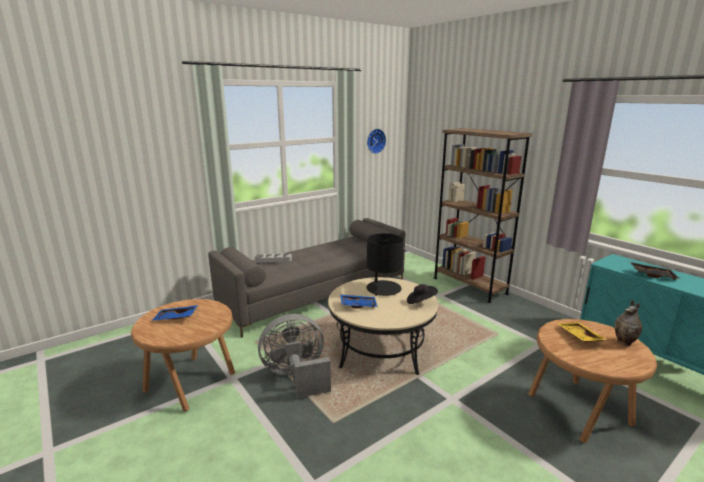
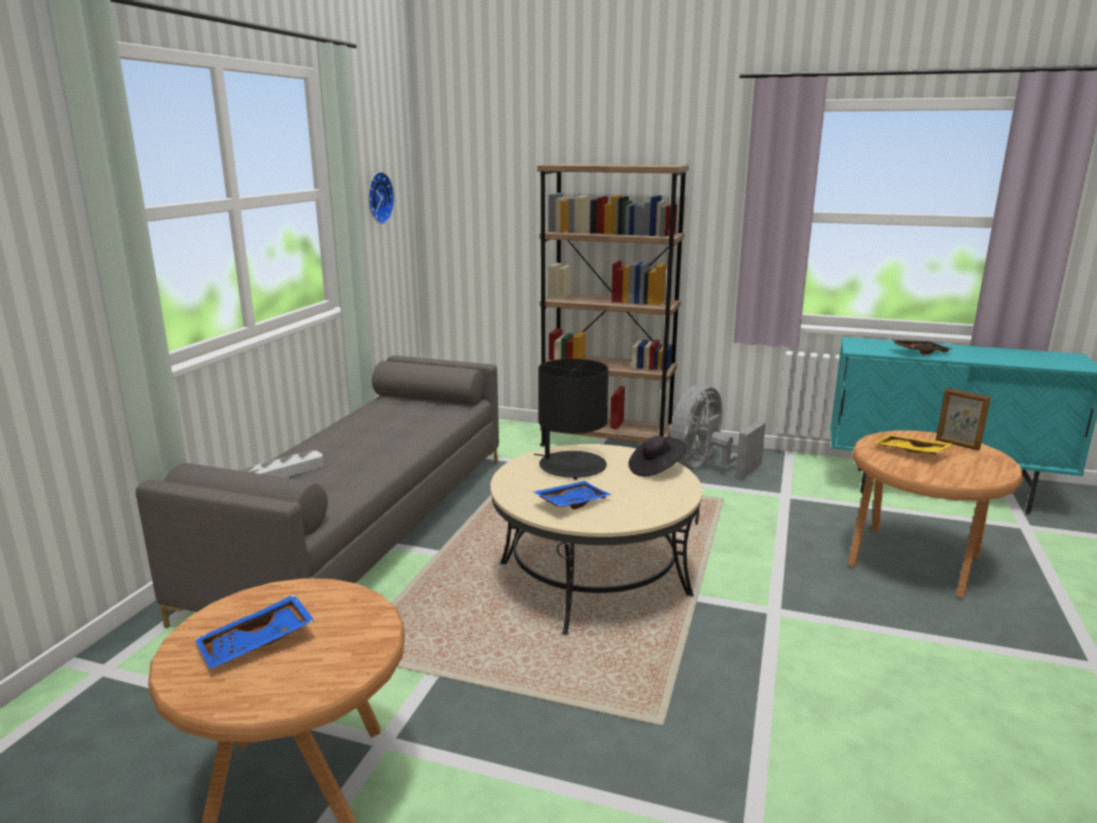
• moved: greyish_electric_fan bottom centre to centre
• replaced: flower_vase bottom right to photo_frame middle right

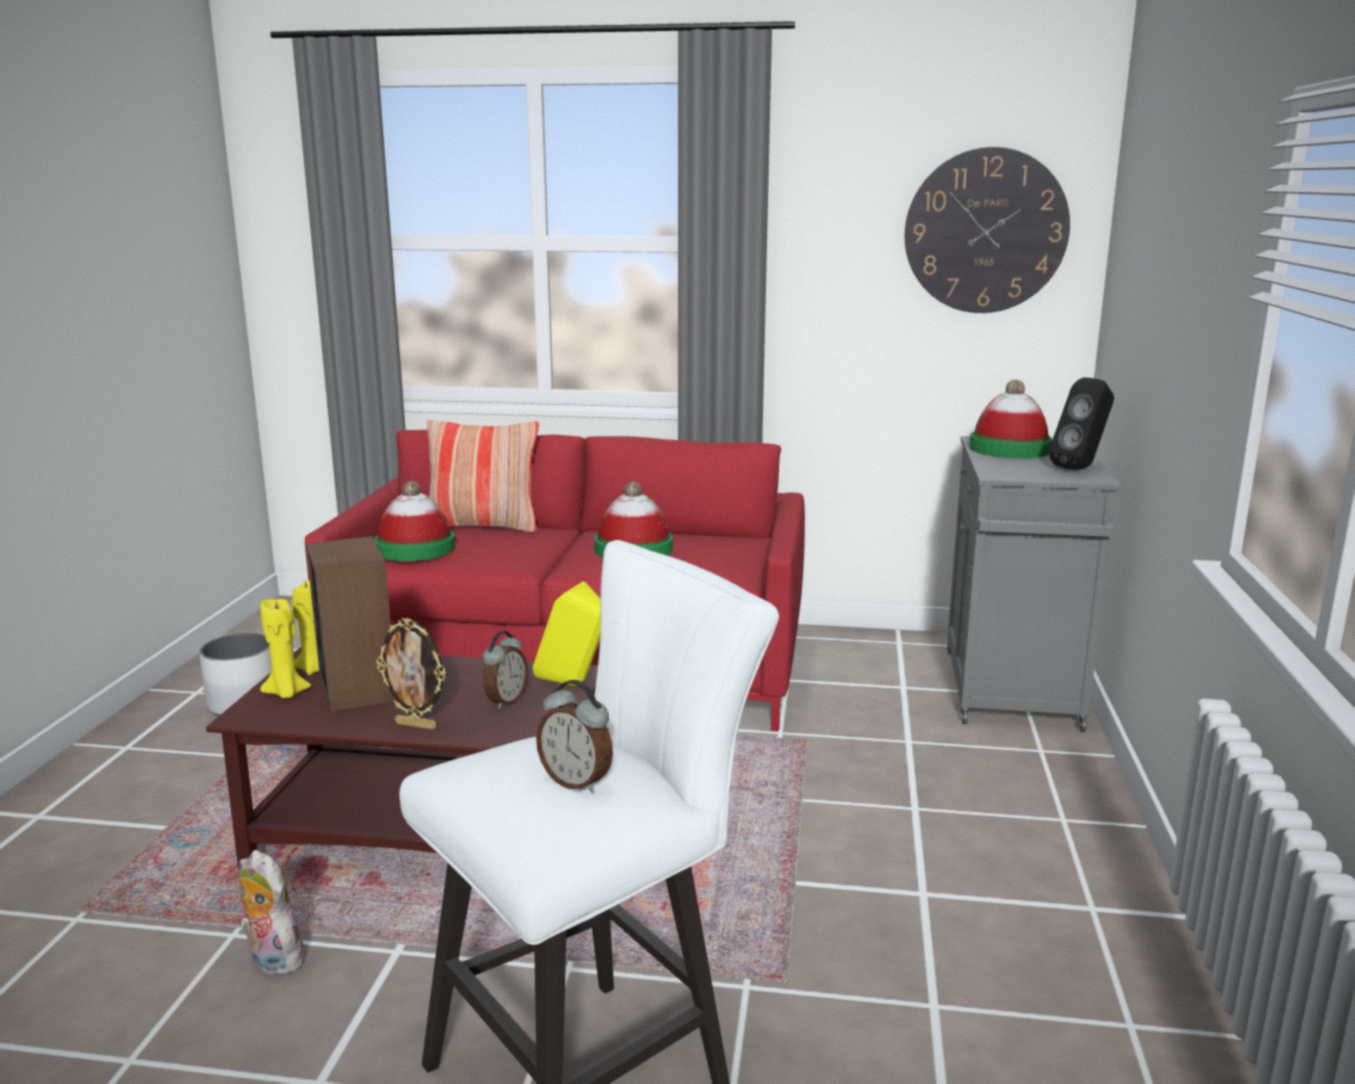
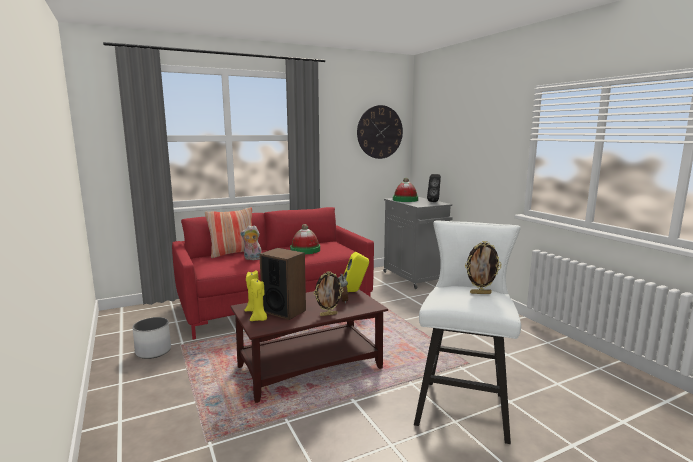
• moved: cuddly_toy bottom left to centre
• removed: clothing_hat (1st from left) middle left
• replaced: table_clock (2nd from left) bottom centre to photo_frame (2nd from left) middle right

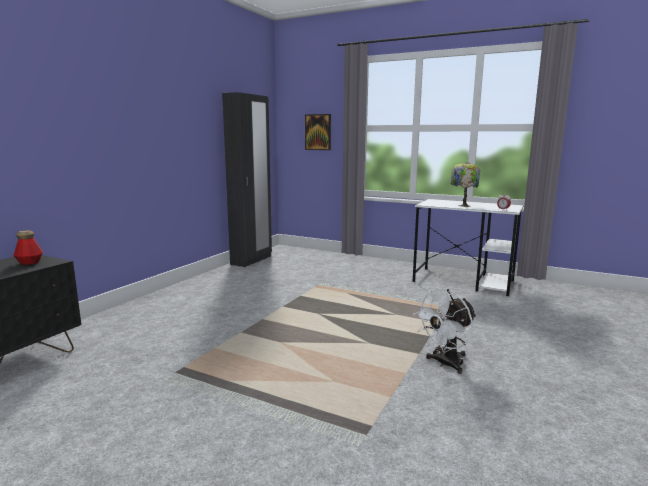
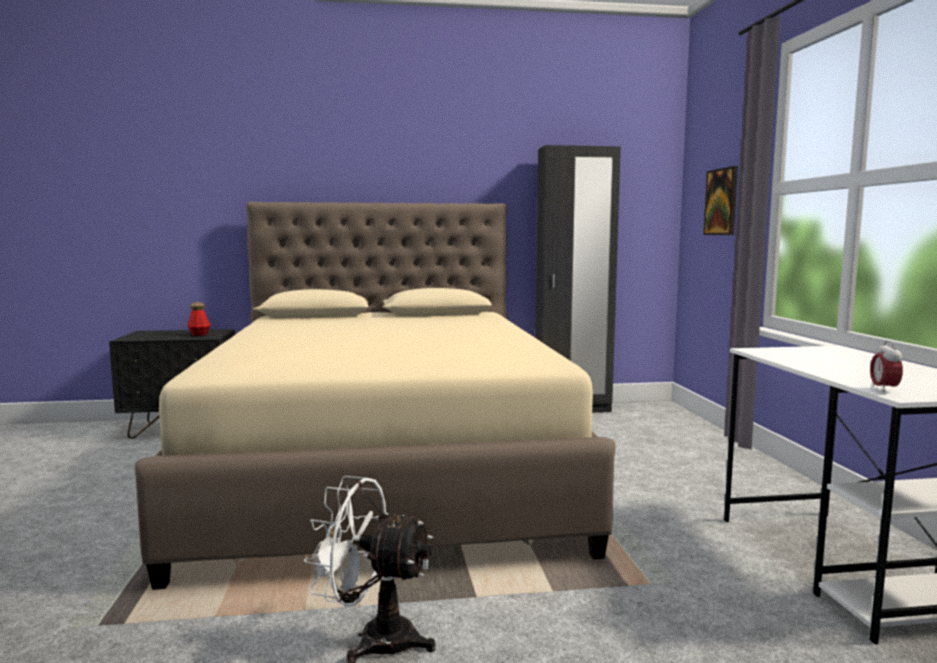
• removed: tabletop_lamp middle right
• added: beige-coloured_bedroom_bed centre

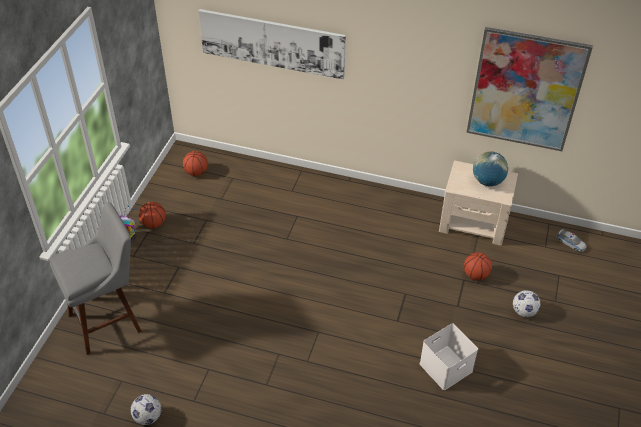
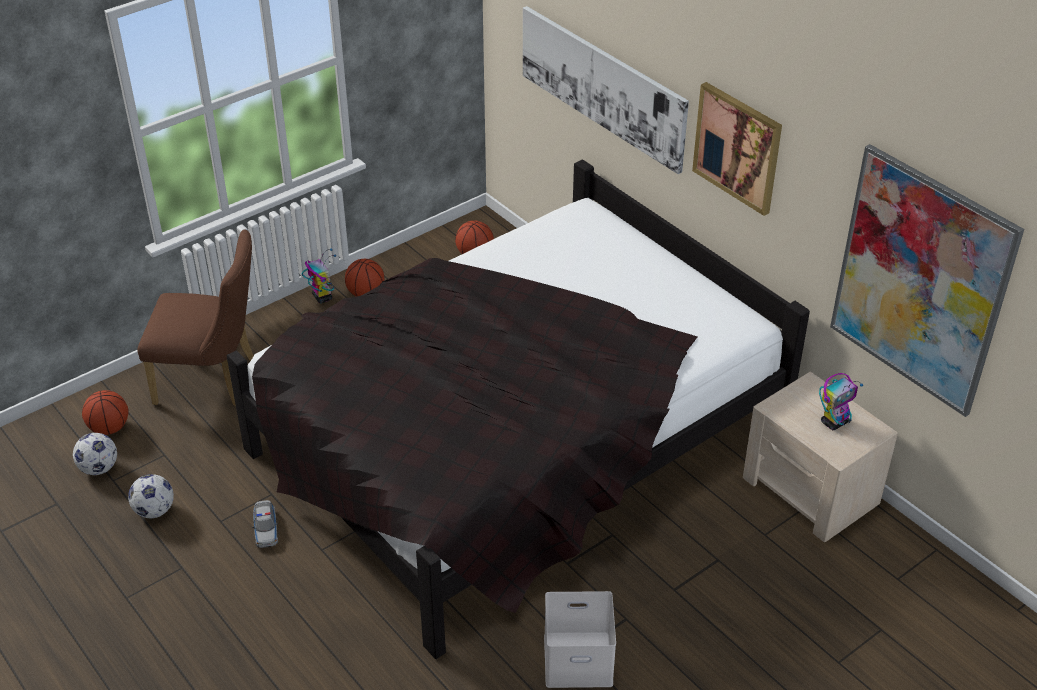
• replaced: greyish_stool_seat middle left to brown-coloured_upright_chair middle left
• moved: basketball_ball (3rd from left in the first image) middle right to basketball_ball (1st from left) middle left
• replaced: desk_globe middle right to robot_figure (2nd from left) middle right
• moved: football_ball (2nd from left in the first image) bottom right to football_ball (1st from left) middle left
• moved: model_car middle right to bottom left
• added: black_bedroom_bed centre
• added: wall_picture (2nd from left) top right

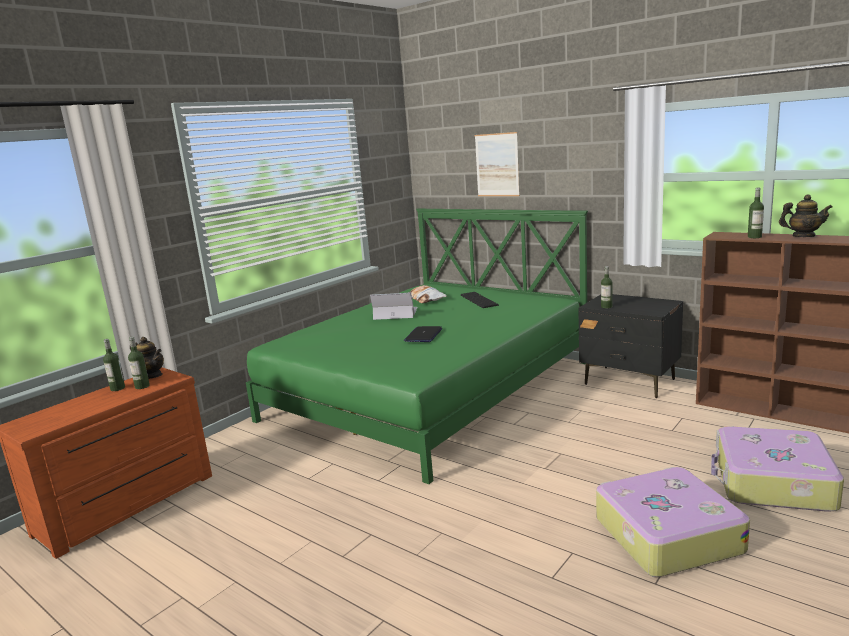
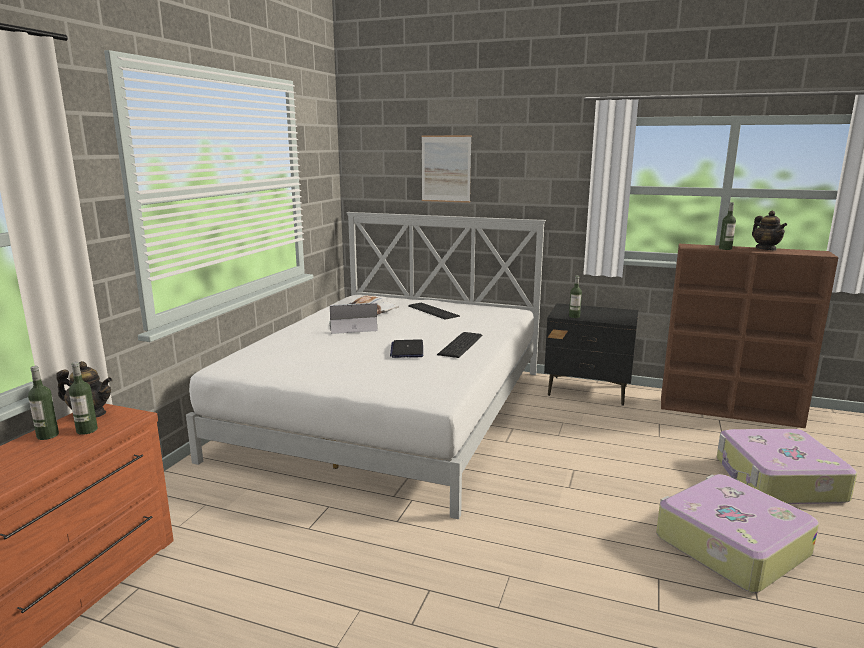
• recoloured: green_bedroom_bed centre to whitish_bedroom_bed centre
• turned: teapot (2nd from left) middle right = middle right 75 degrees clockwise
• added: computer_keyboard (2nd from left) centre

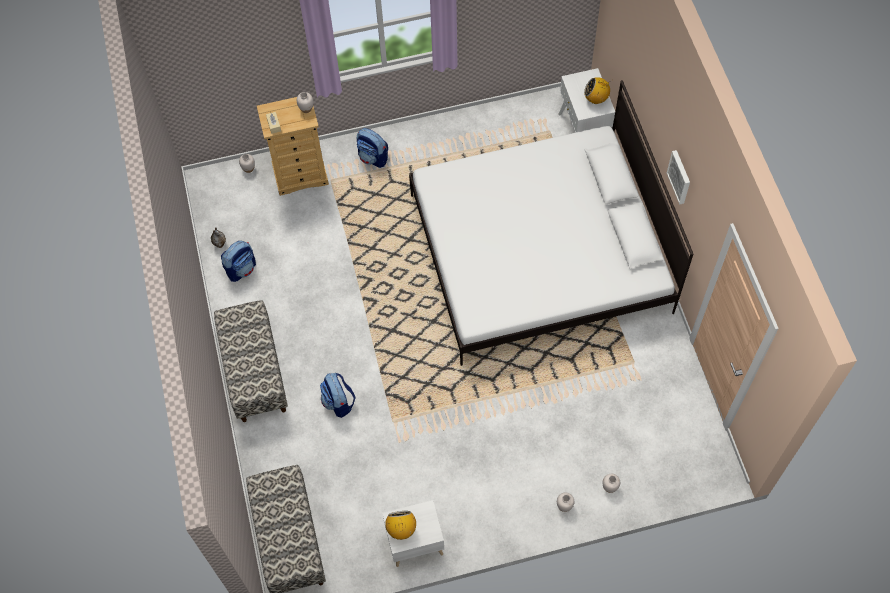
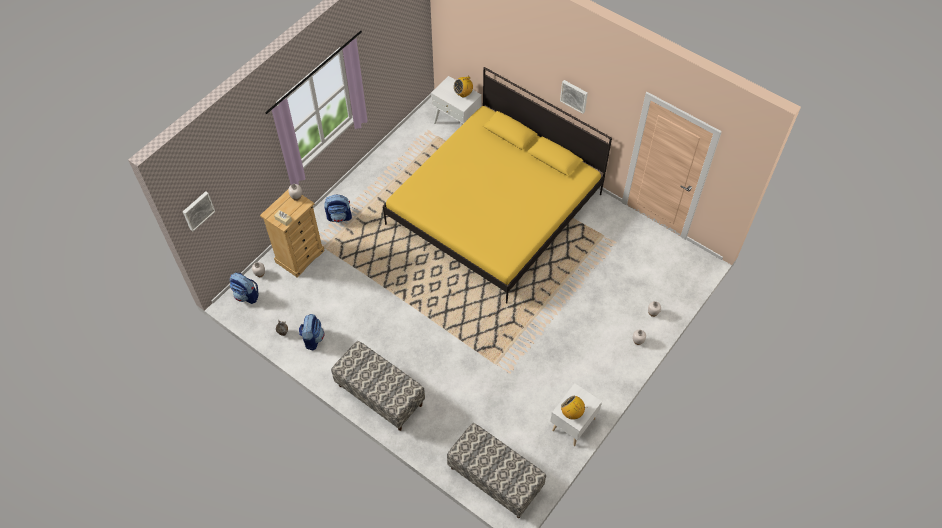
• moved: knapsack (2nd from left in the first image) centre to knapsack (1st from left) middle left
• recoloured: whitish_bedroom_bed centre to yellowish_bedroom_bed centre
• added: wall_picture (1st from left) middle left

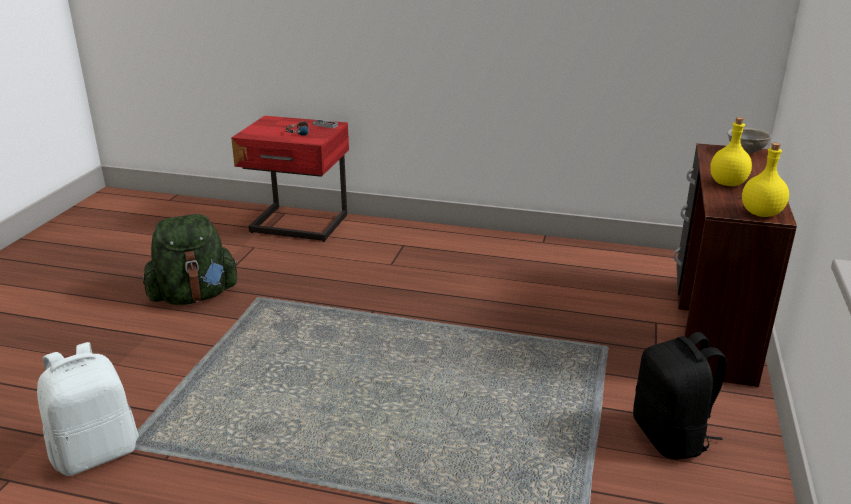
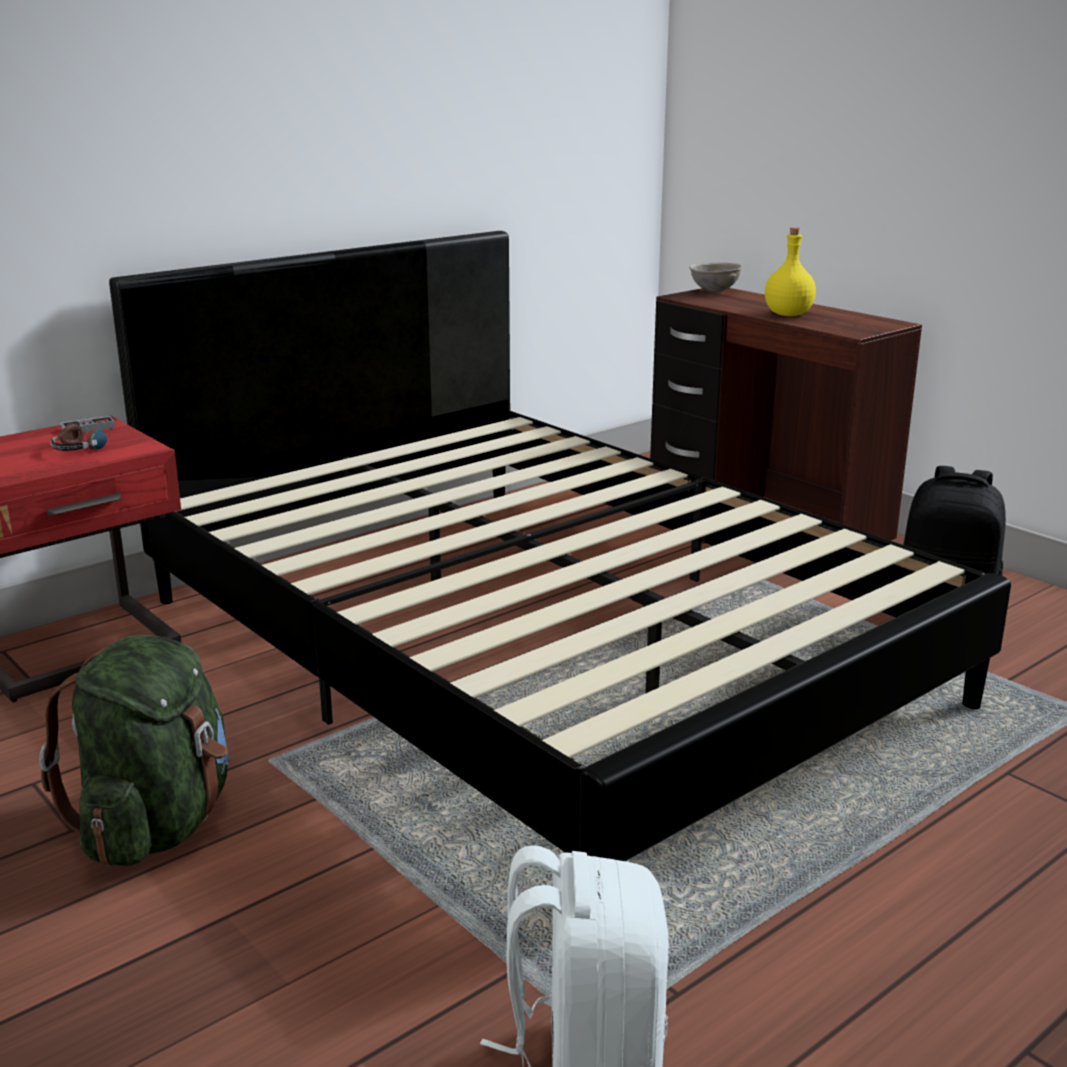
• removed: yellowish_beverage_bottle (2nd from left) middle right
• added: black_bedroom_bed centre

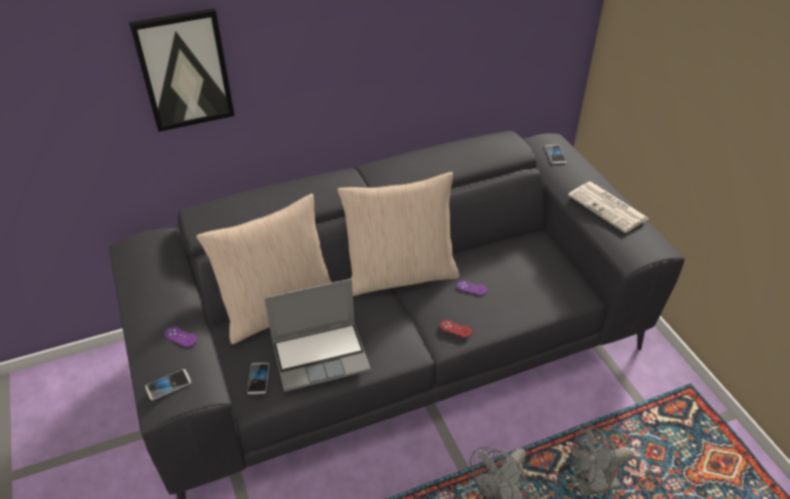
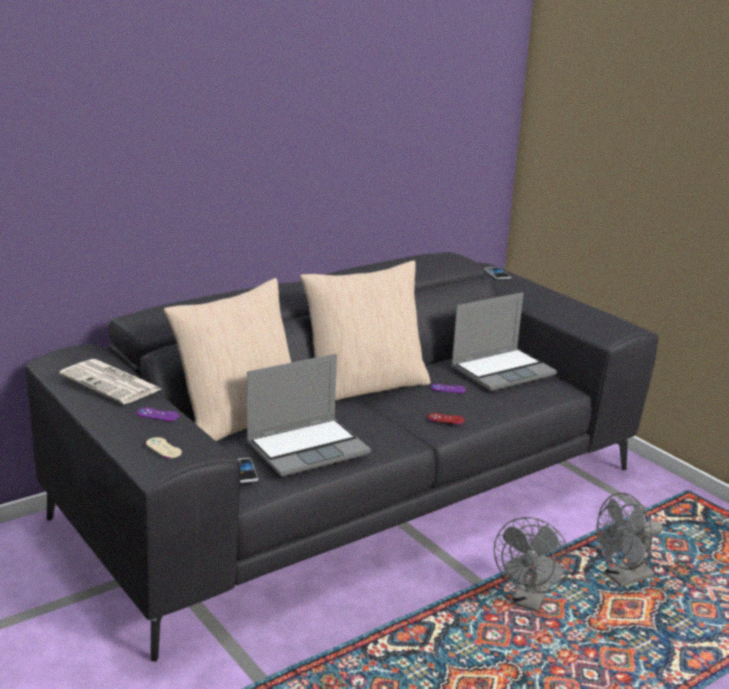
• removed: wall_picture top left
• replaced: phone (1st from left) bottom left to beige-coloured_gamepad middle left
• moved: printed_paper middle right to middle left
• added: portable_computer (2nd from left) middle right

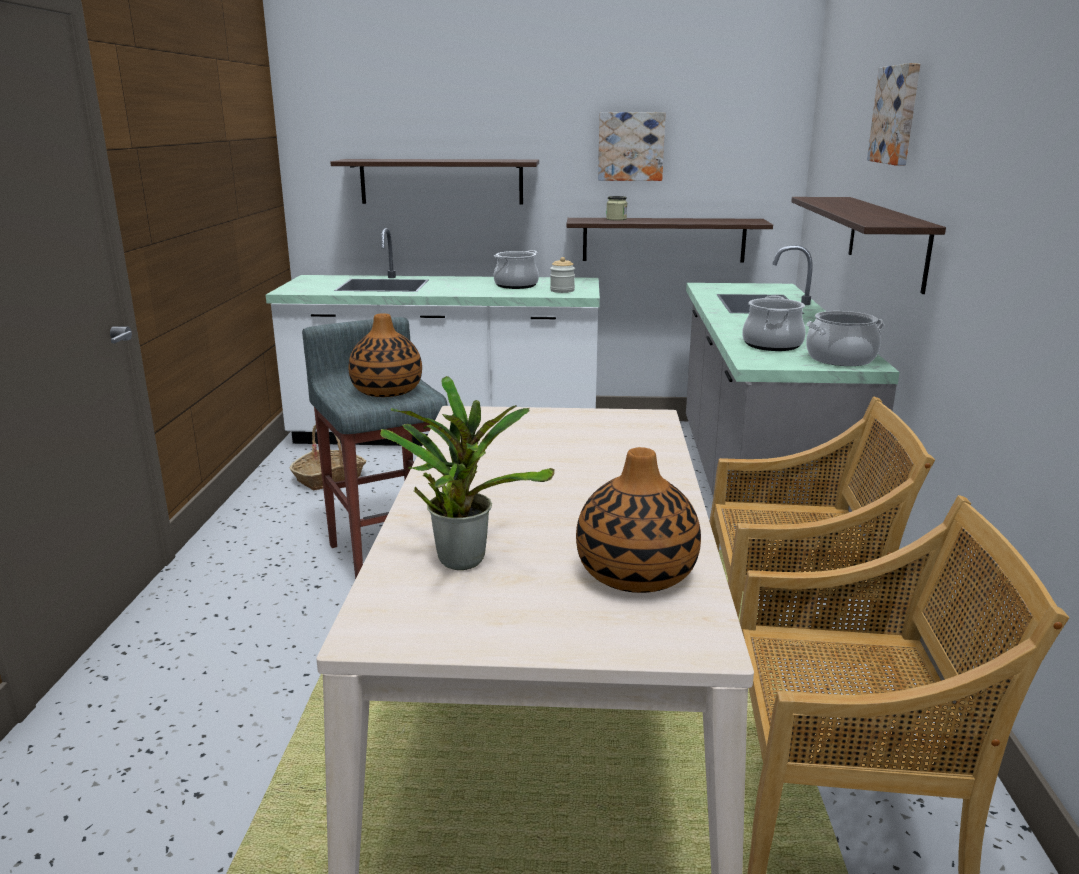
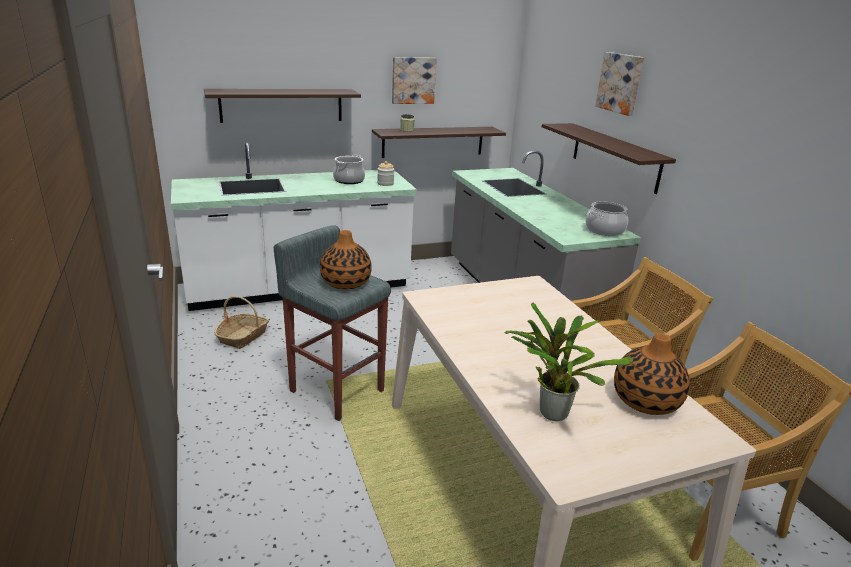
• removed: cooking_pot (2nd from left) middle right

